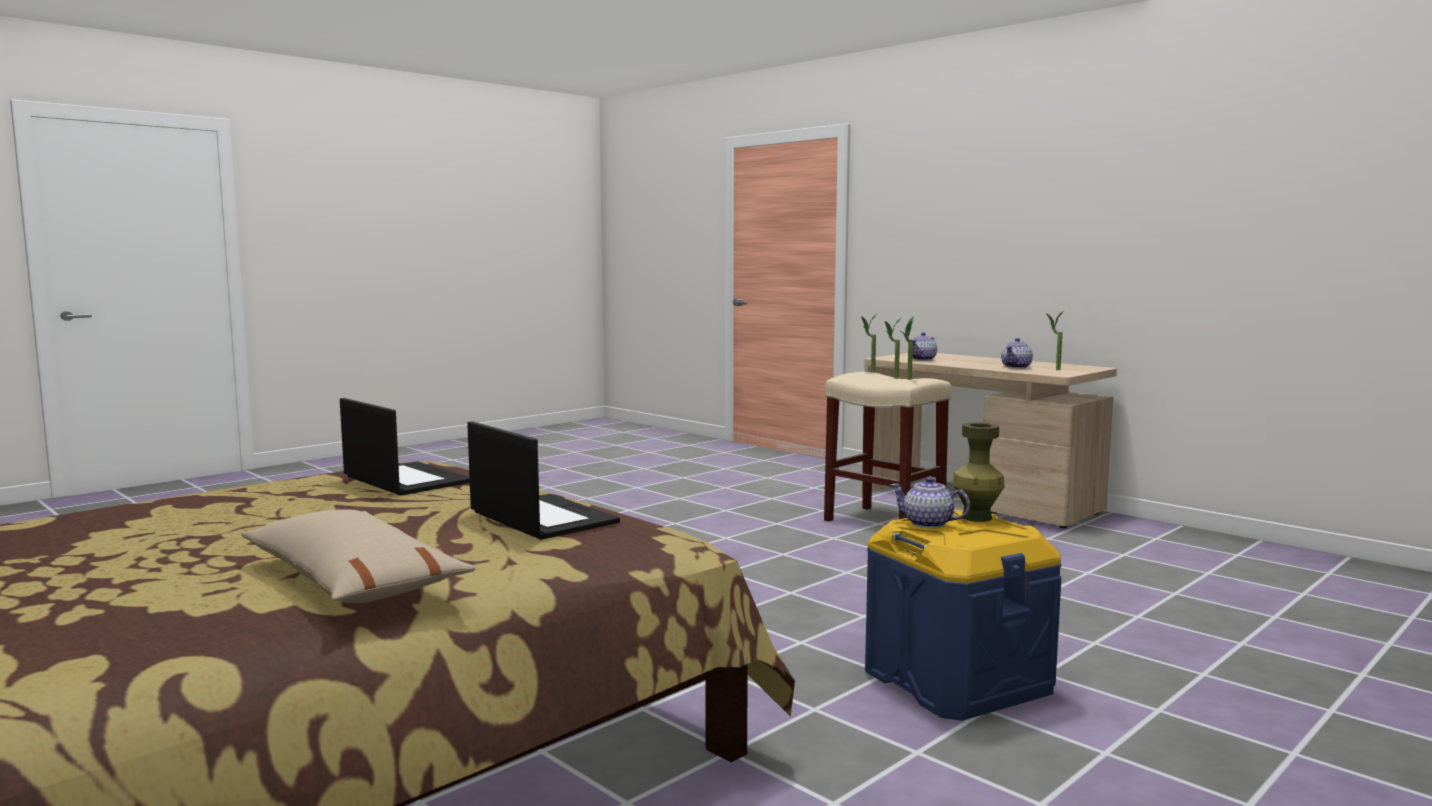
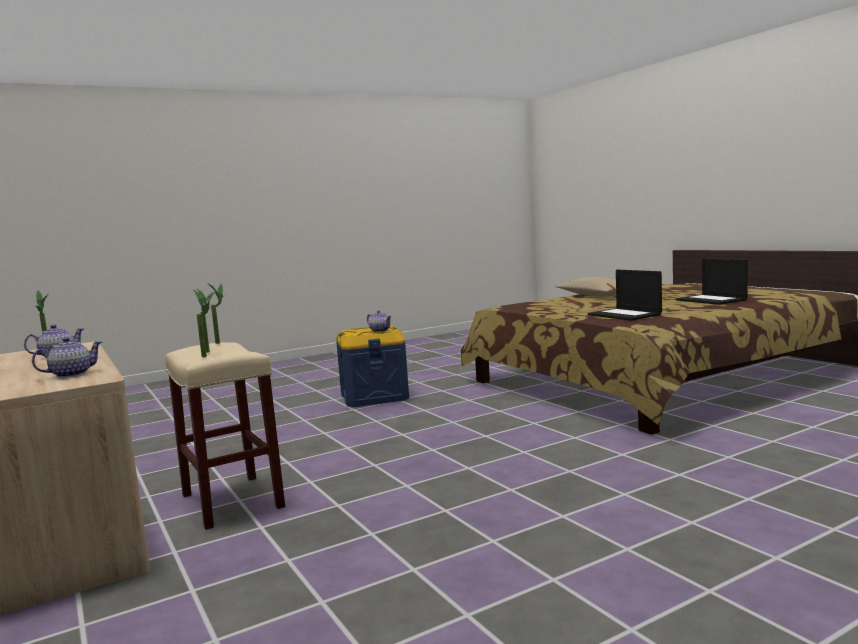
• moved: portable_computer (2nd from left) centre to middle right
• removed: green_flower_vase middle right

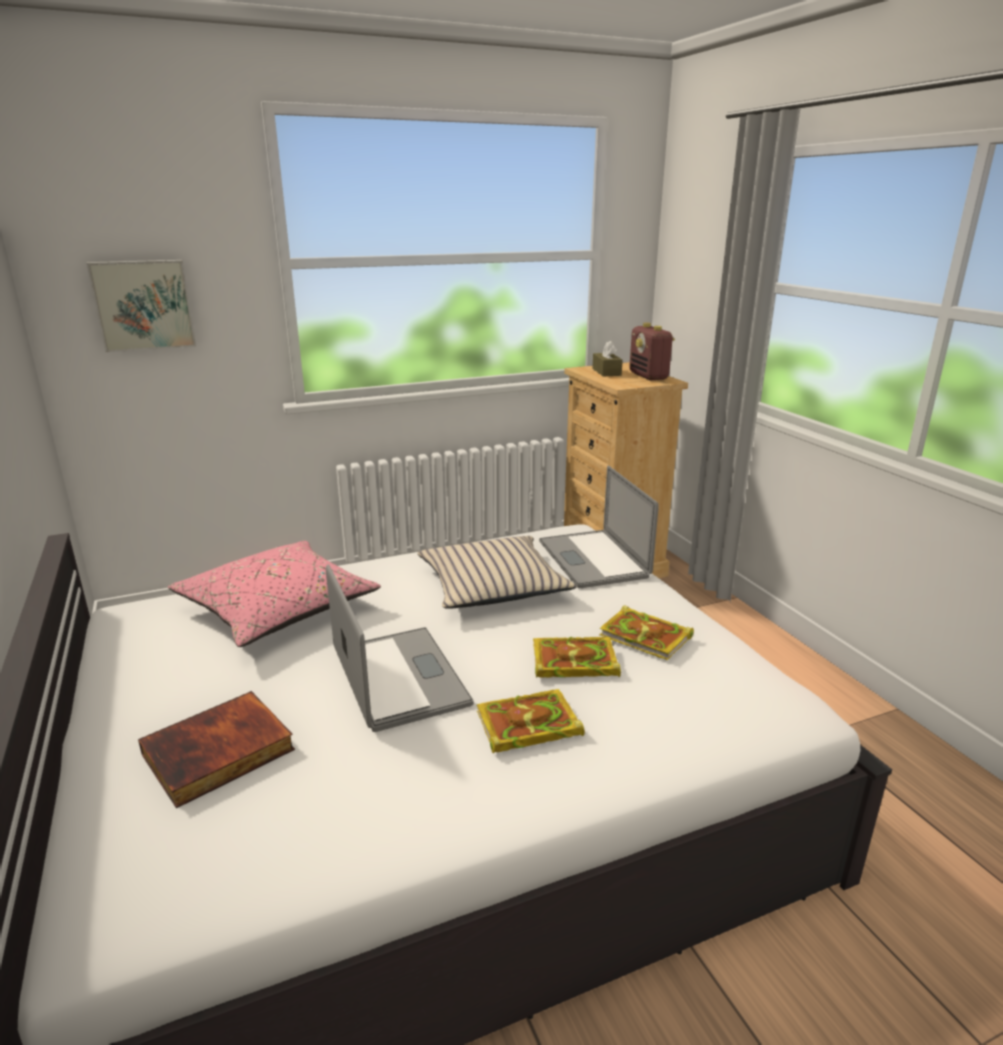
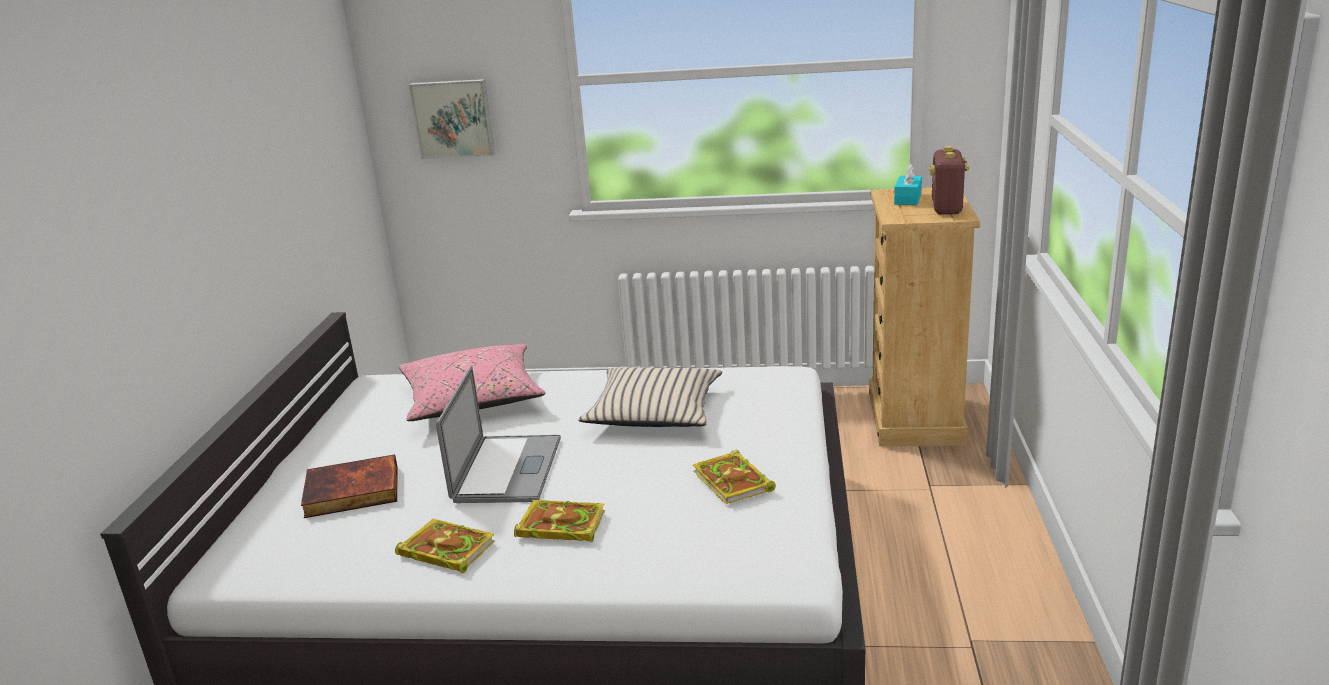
• moved: volume (3rd from left in the first image) centre to volume (2nd from left) bottom centre
• removed: portable_computer (2nd from left) centre
• recoloured: brown-coloured_tissue_holder centre to turquoise-coloured_tissue_holder top right

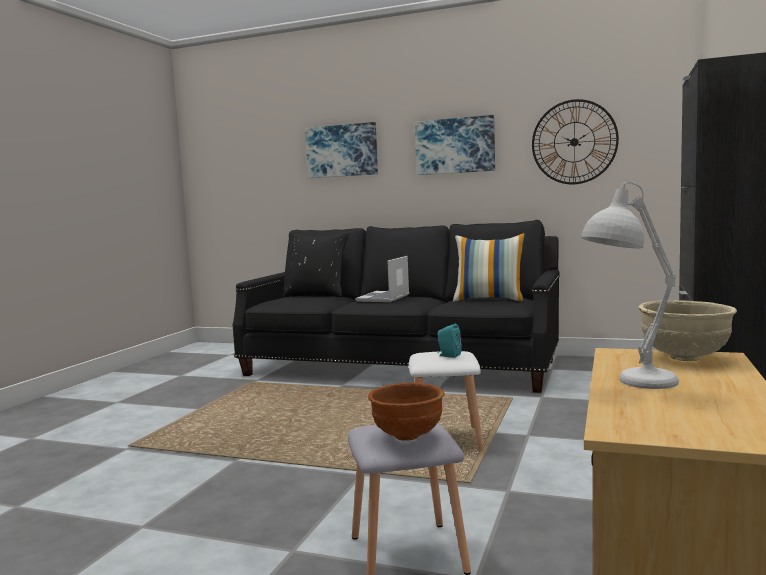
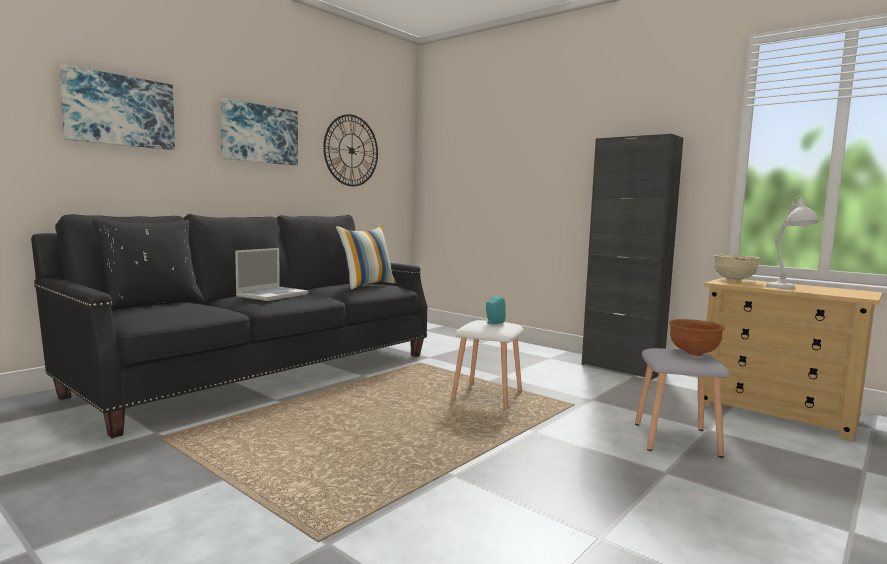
• turned: portable_computer centre = middle left 105 degrees counterclockwise

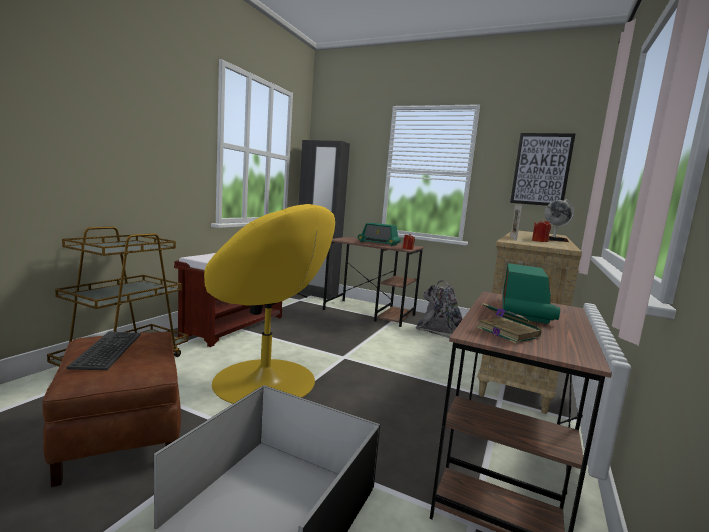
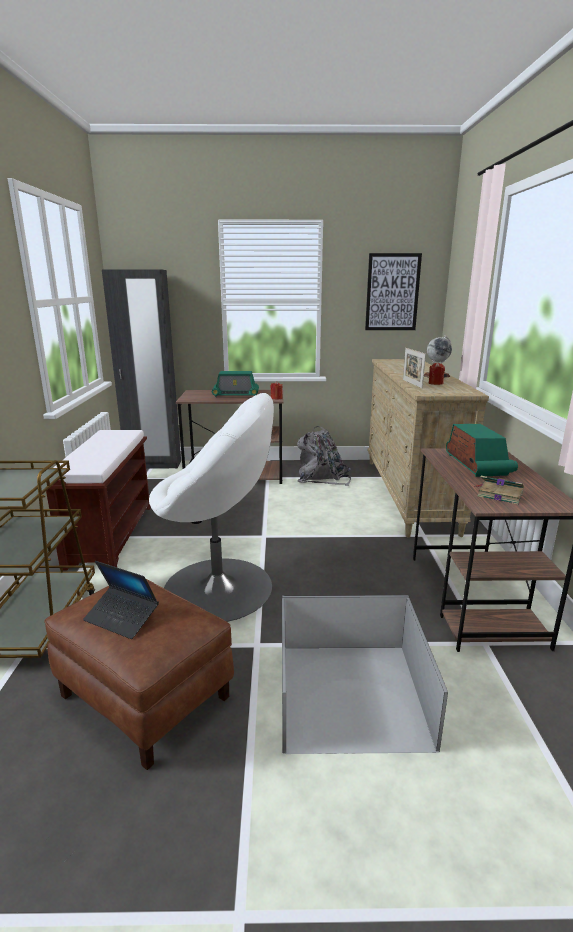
• replaced: computer_keyboard middle left to portable_computer middle left
• recoloured: yellowish_lounge_chair centre to whitish_lounge_chair centre

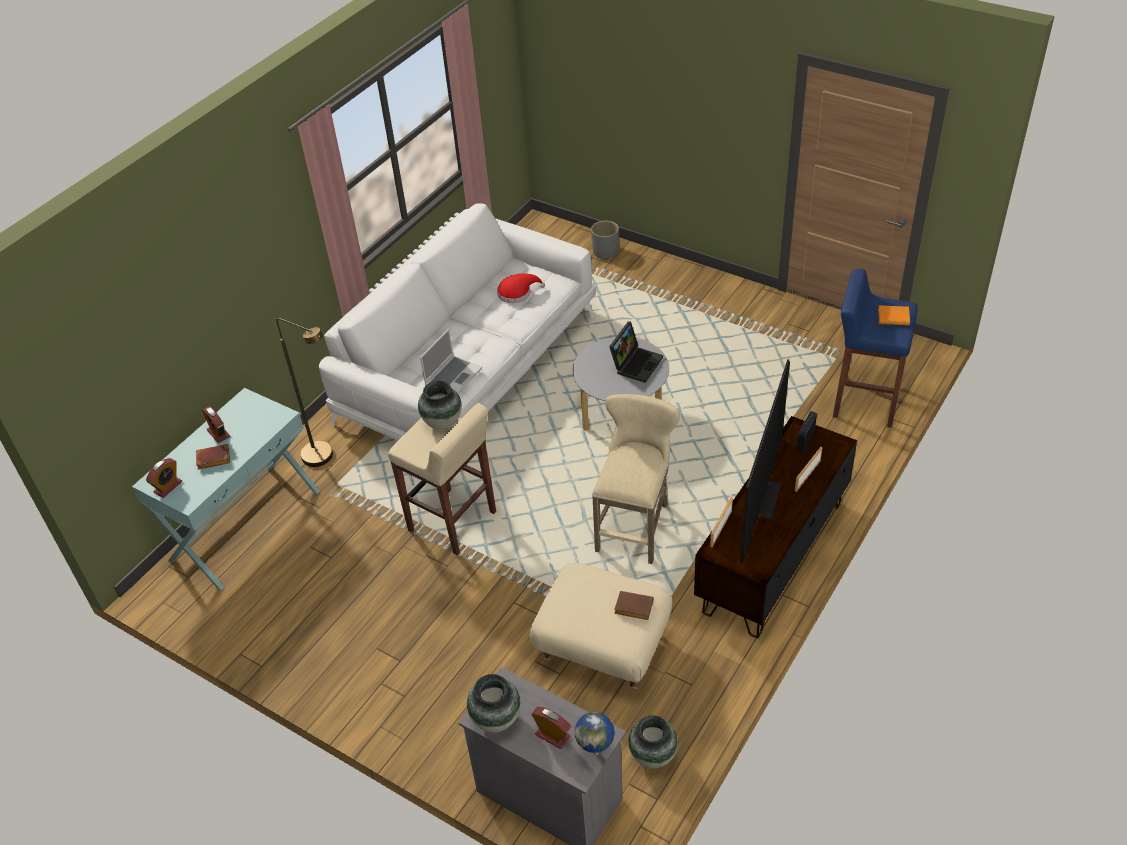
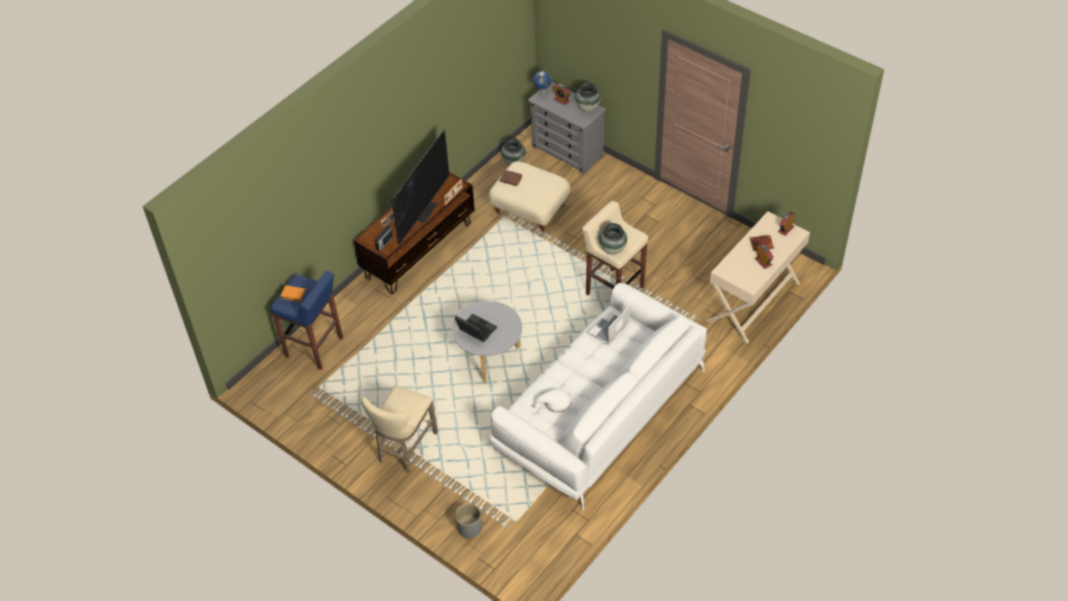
• recoloured: turquoise-coloured_narrow_table middle left to beige-coloured_narrow_table middle right
• removed: brown-coloured_standard_lamp middle left
• recoloured: red_clothing_hat centre to whitish_clothing_hat centre
• moved: beige-coloured_stool_seat (2nd from left in the first image) centre to beige-coloured_stool_seat (1st from left) bottom centre
• turned: portable_computer (2nd from left in the first image) centre = centre 90 degrees clockwise

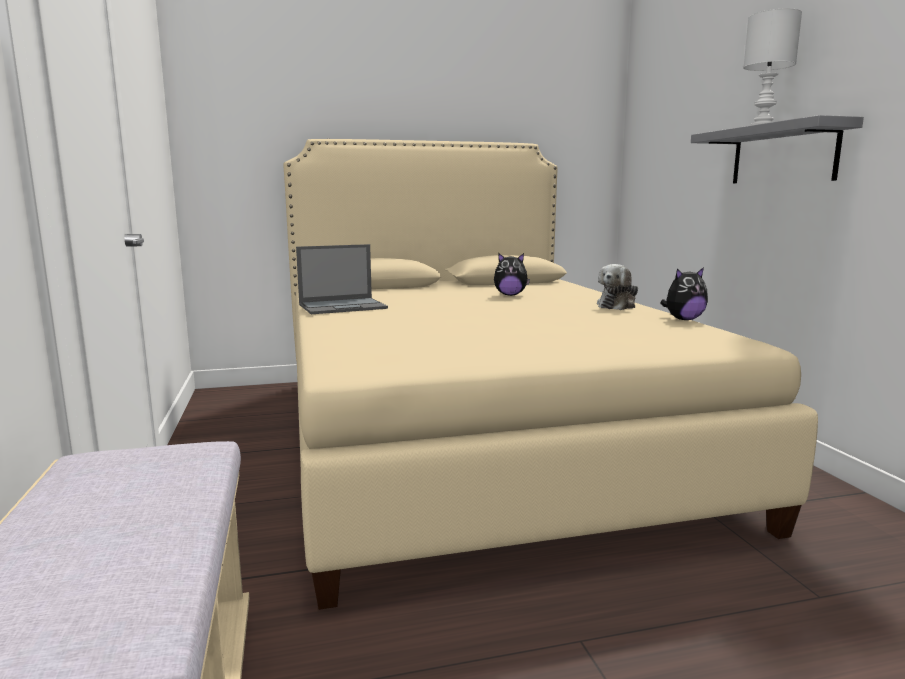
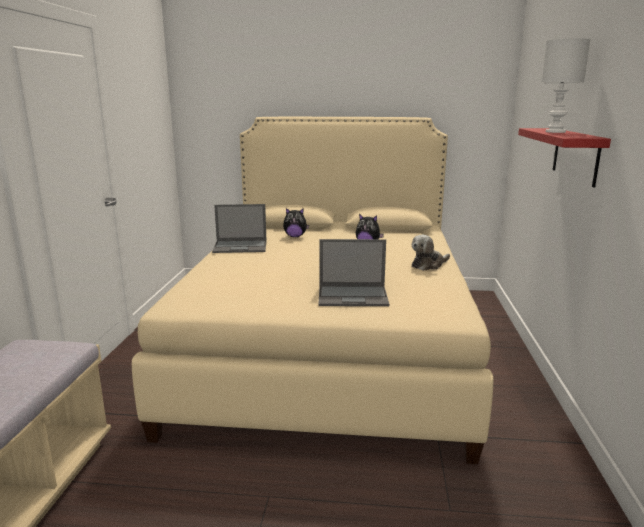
• moved: cuddly_toy (3rd from left in the first image) middle right to cuddly_toy (1st from left) centre
• recoloured: greyish_bracket_shelf top right to red_bracket_shelf top right
• added: portable_computer (2nd from left) centre

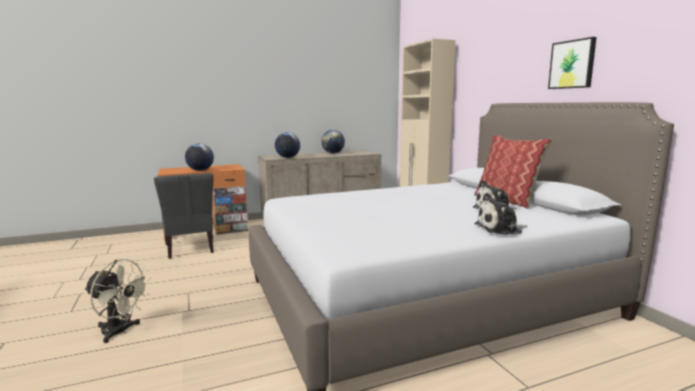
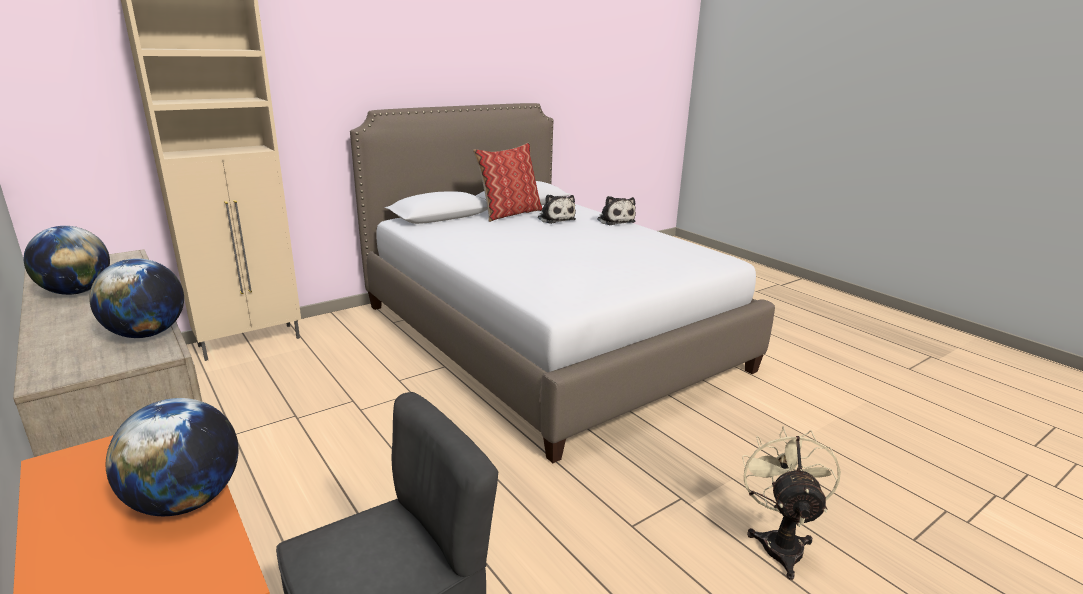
• removed: wall_picture top right

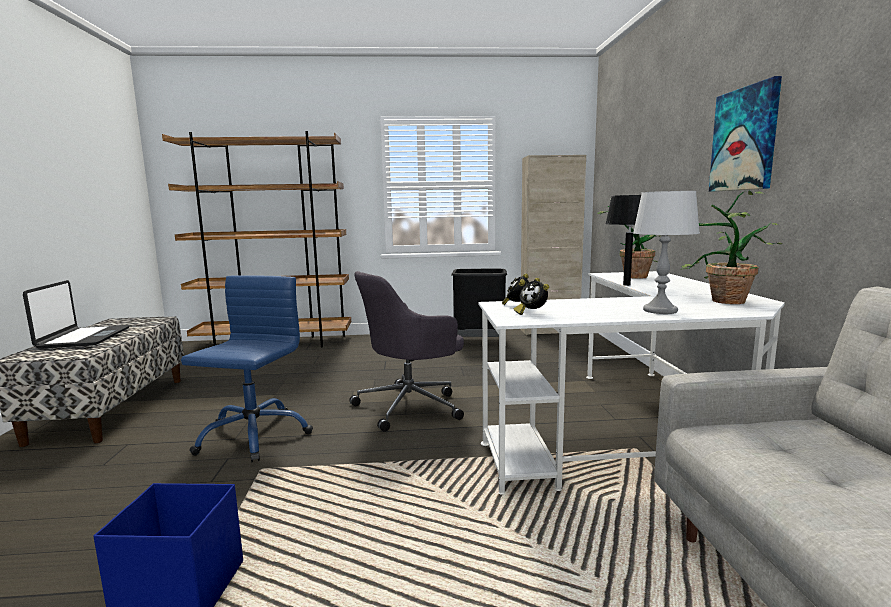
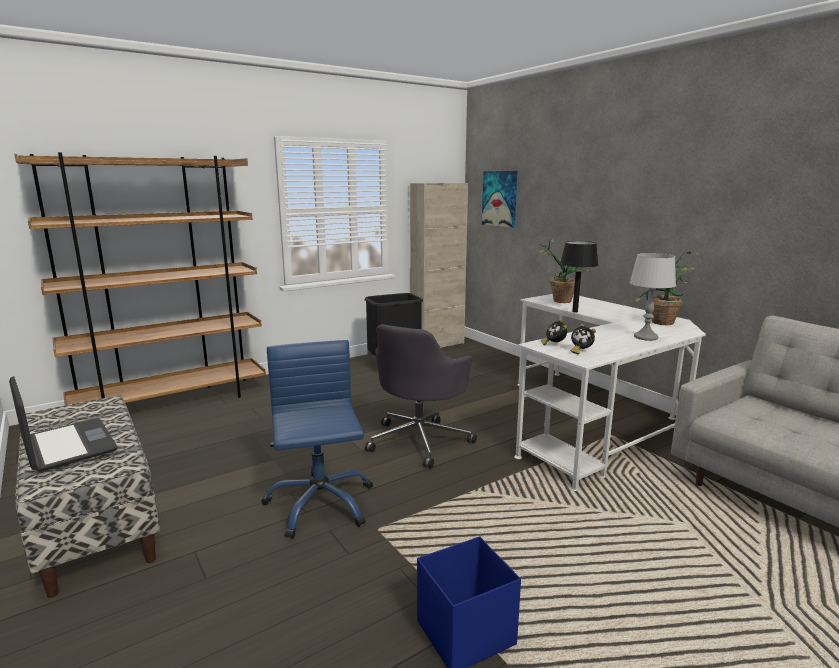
• moved: wall_picture top right to top centre

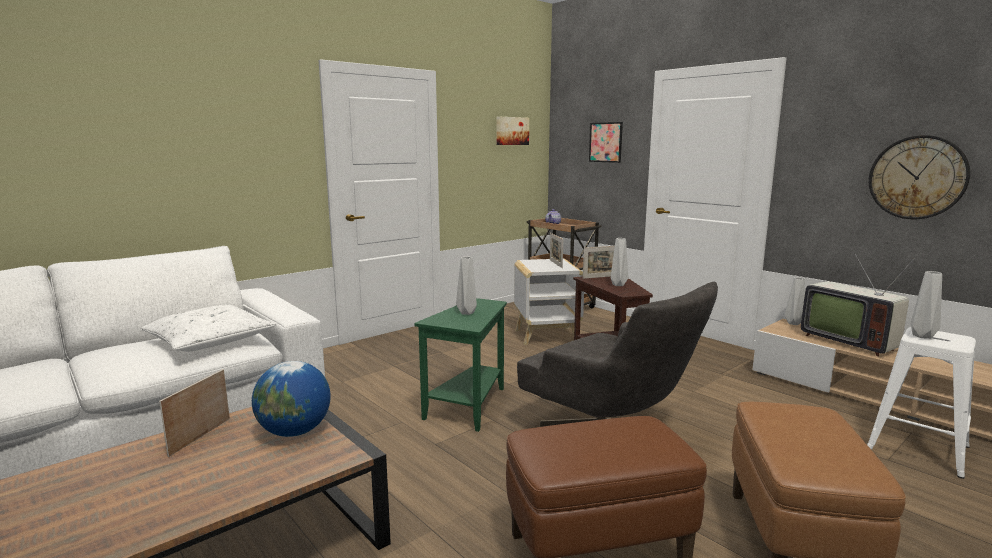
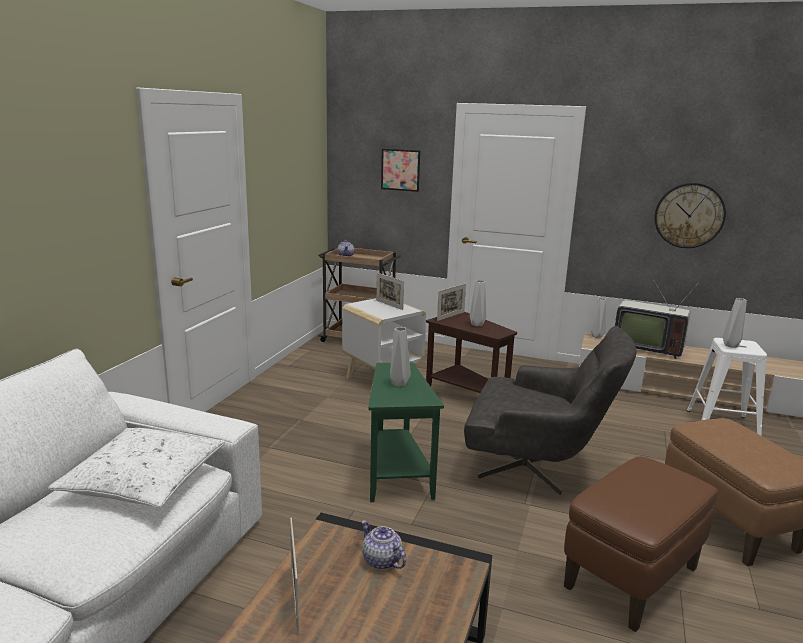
• replaced: desk_globe bottom left to teapot (2nd from left) bottom centre
• removed: wall_picture (1st from left) top centre

